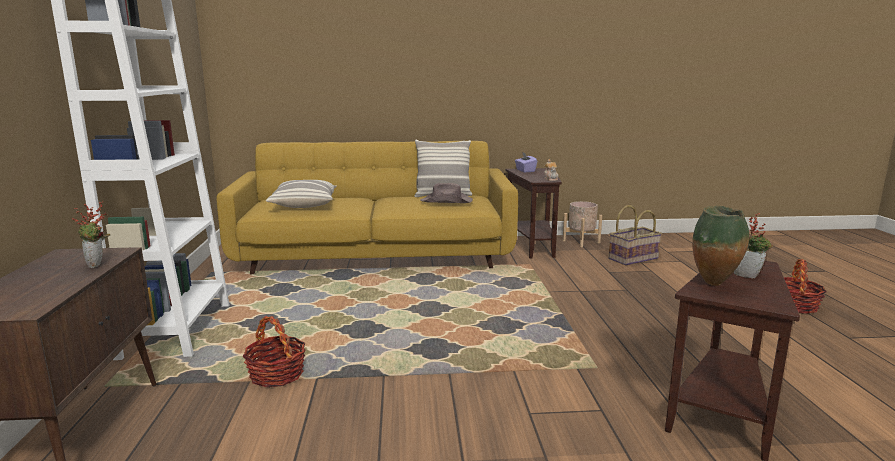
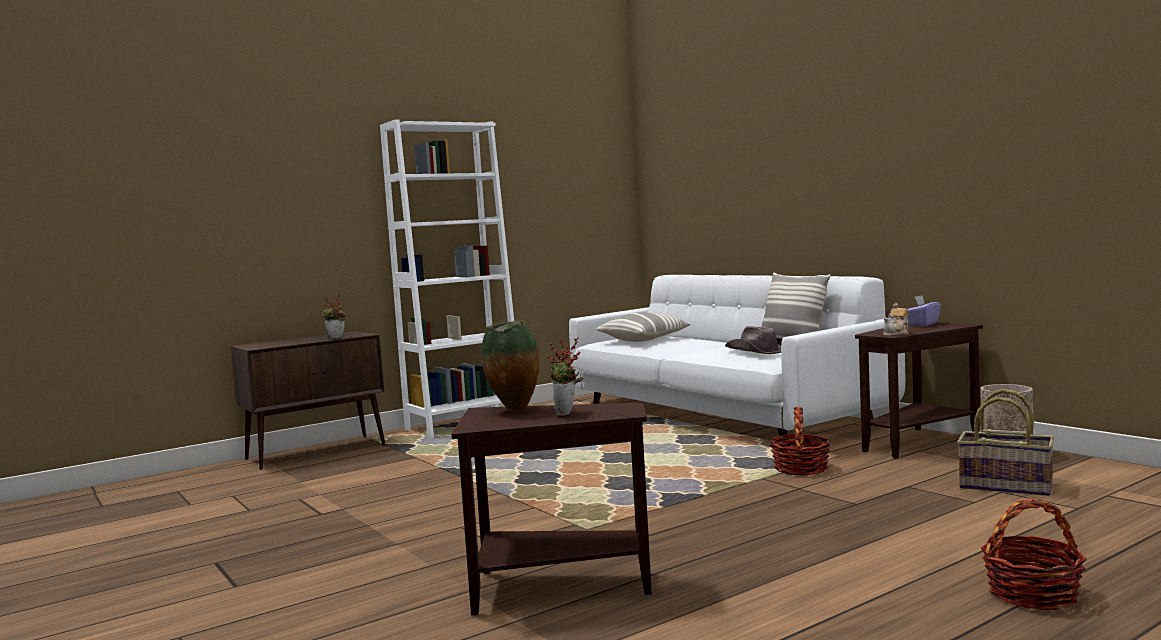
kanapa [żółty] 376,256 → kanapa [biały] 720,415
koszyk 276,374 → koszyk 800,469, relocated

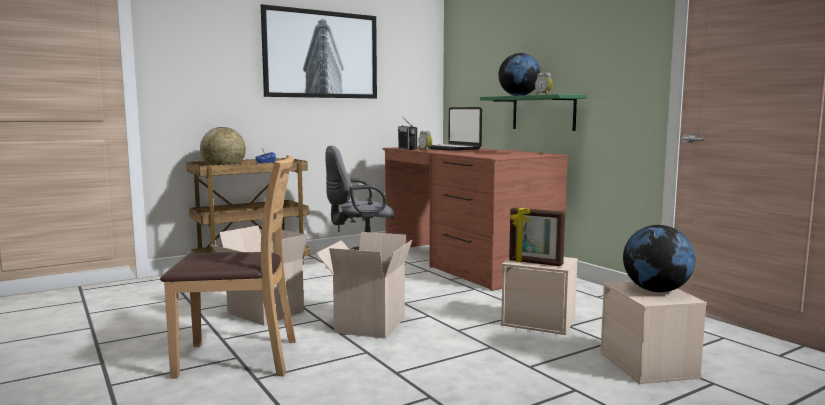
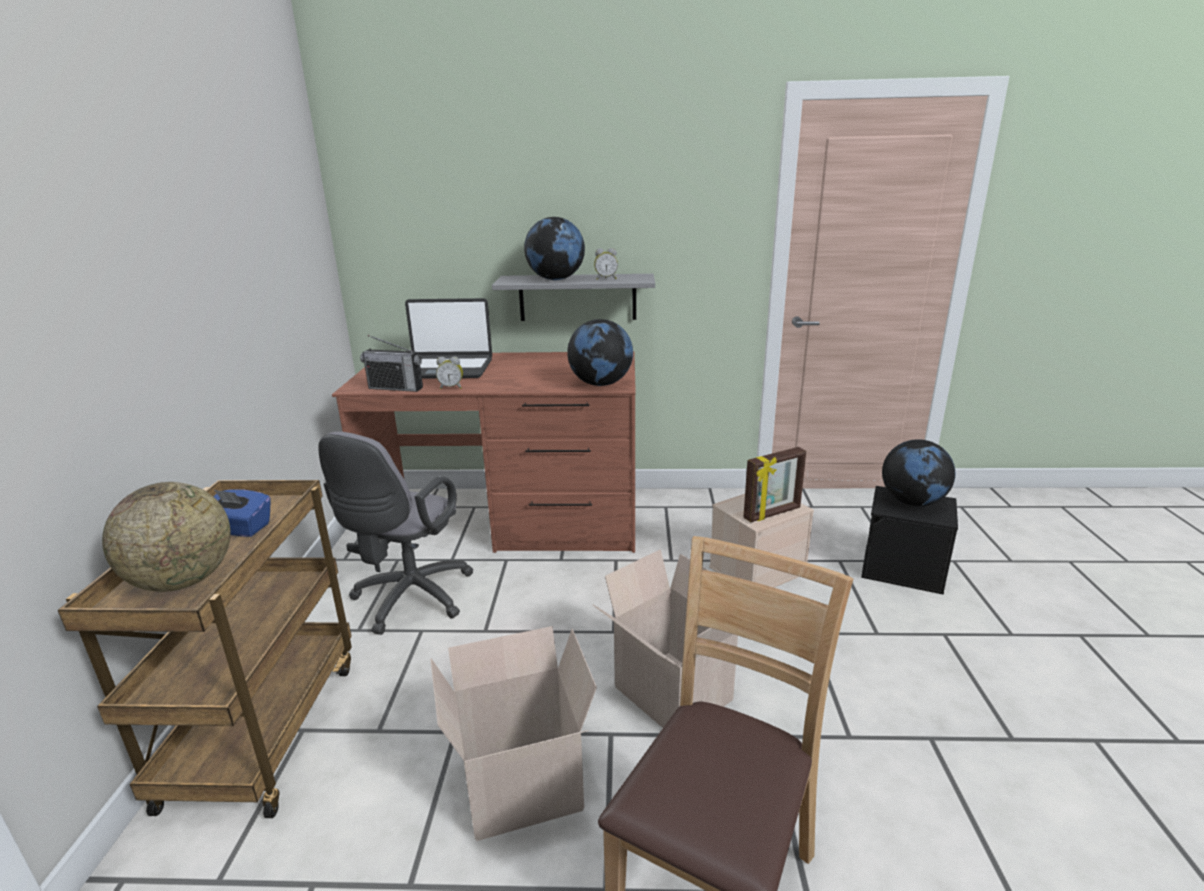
obraz 321,54 → -
półka [zielony] 543,113 → półka [szary] 577,297
pojemnik do przechowywania [beżowy] 649,365 → pojemnik do przechowywania [czarny] 904,569
- → globus 601,384

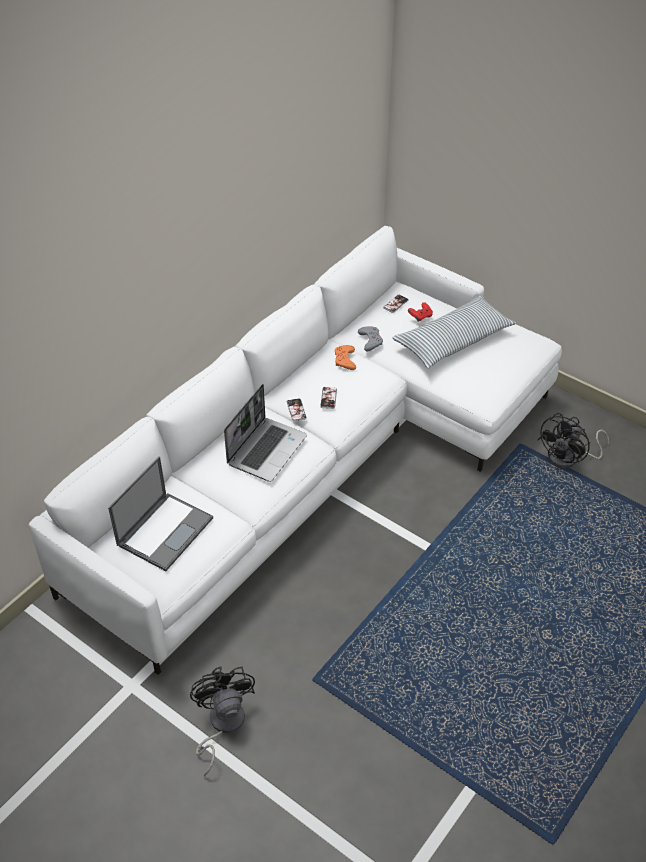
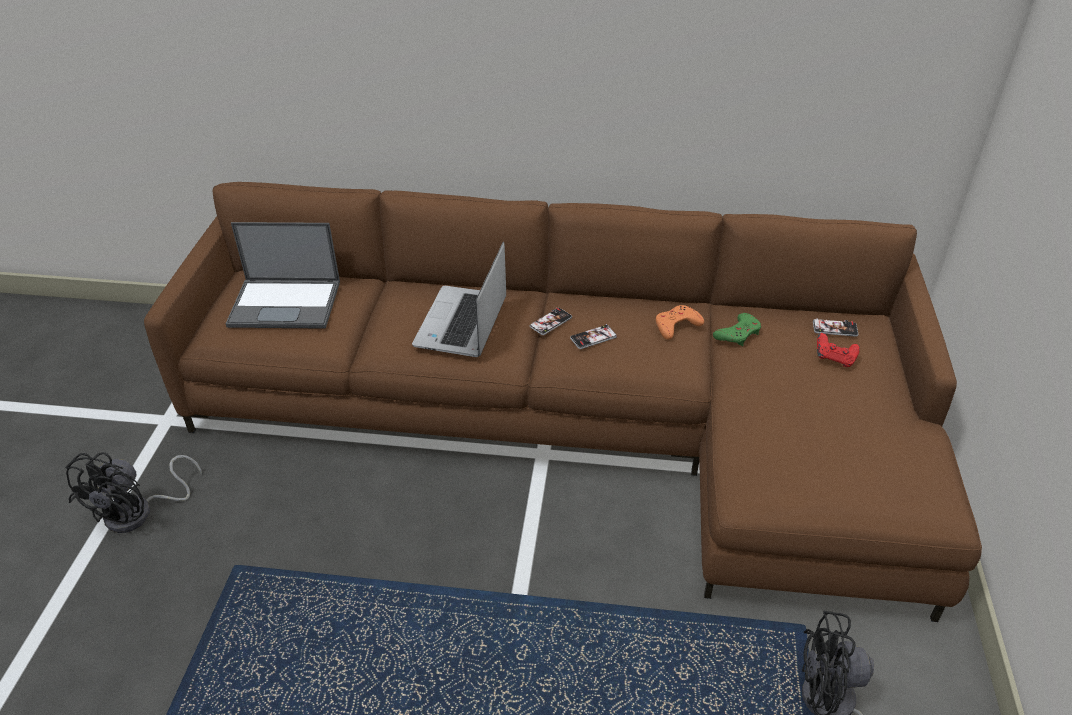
kanapa [biały] 318,460 → kanapa [brązowy] 581,423
poduszka 453,340 → -
pad do gier [szary] 370,340 → pad do gier [zielony] 738,333
laptop 266,449 → laptop 462,324, 105 degrees clockwise
wentylator [czarny] 222,725 → wentylator [czarny] 139,513, 150 degrees clockwise

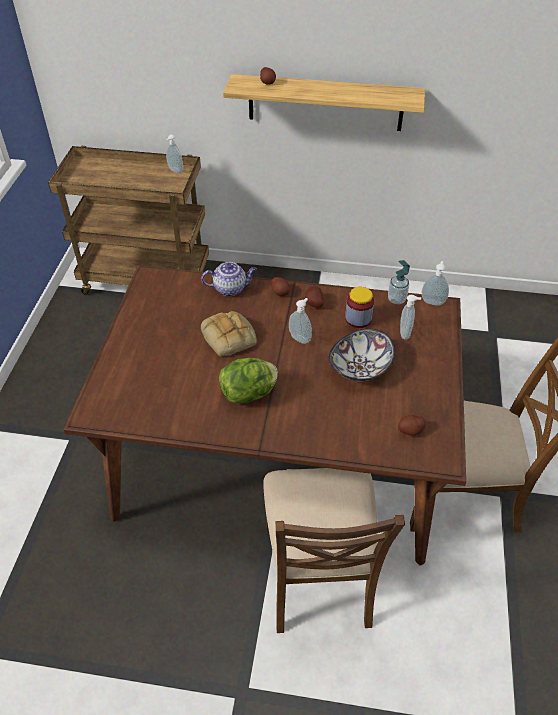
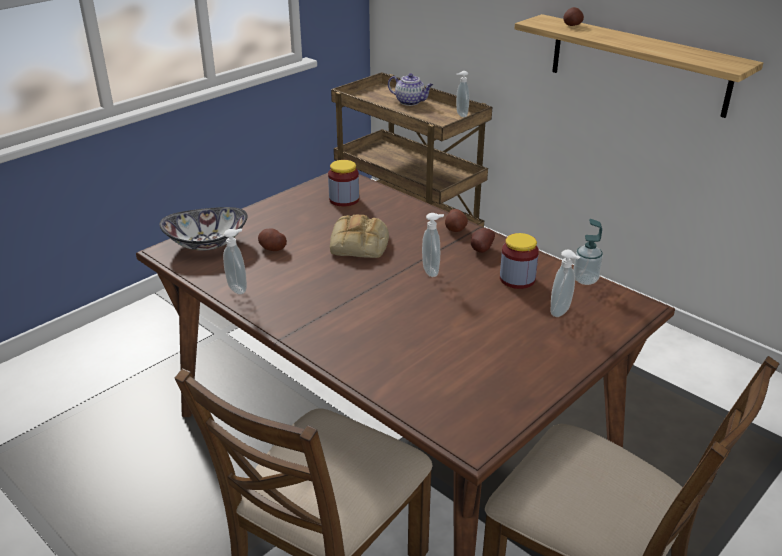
dozownik mydła 433,301 → dozownik mydła 238,288, relocated
imbryk 230,288 → imbryk 410,102, relocated
miska 359,367 → miska 207,243, relocated
sałata 249,393 → -
ziemniak 410,430 → ziemniak 272,248, relocated
- → słoik 344,199

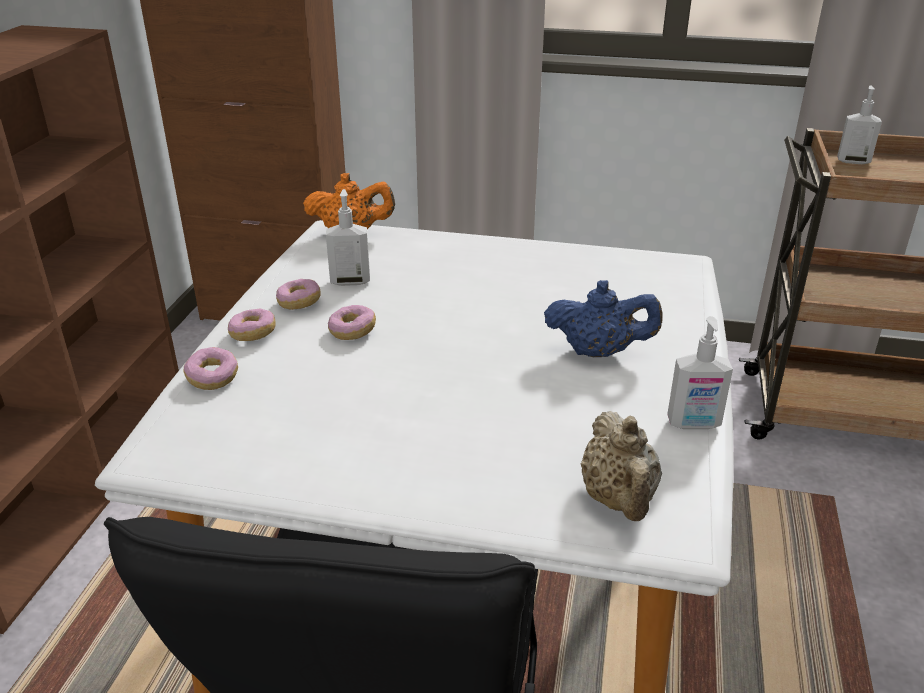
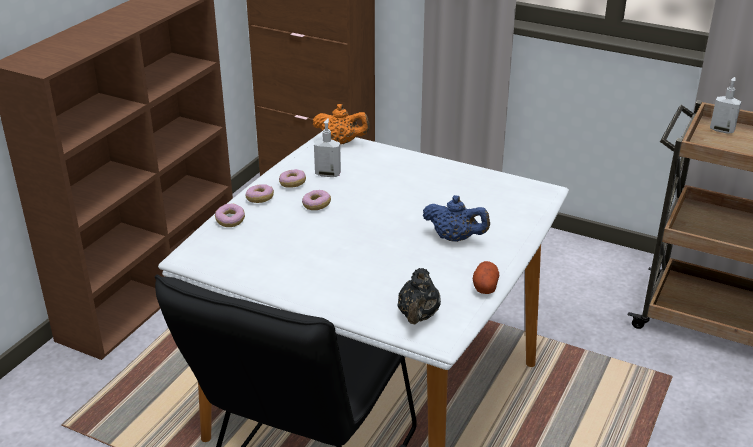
dozownik mydła 694,424 → ziemniak 485,286
imbryk [beżowy] 619,500 → imbryk [czarny] 418,316

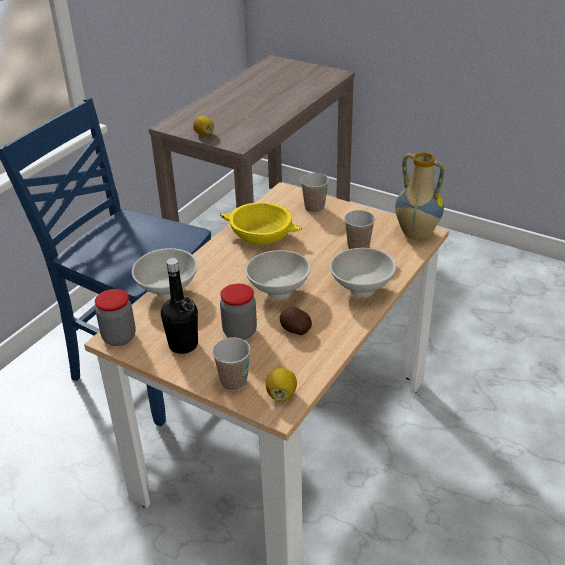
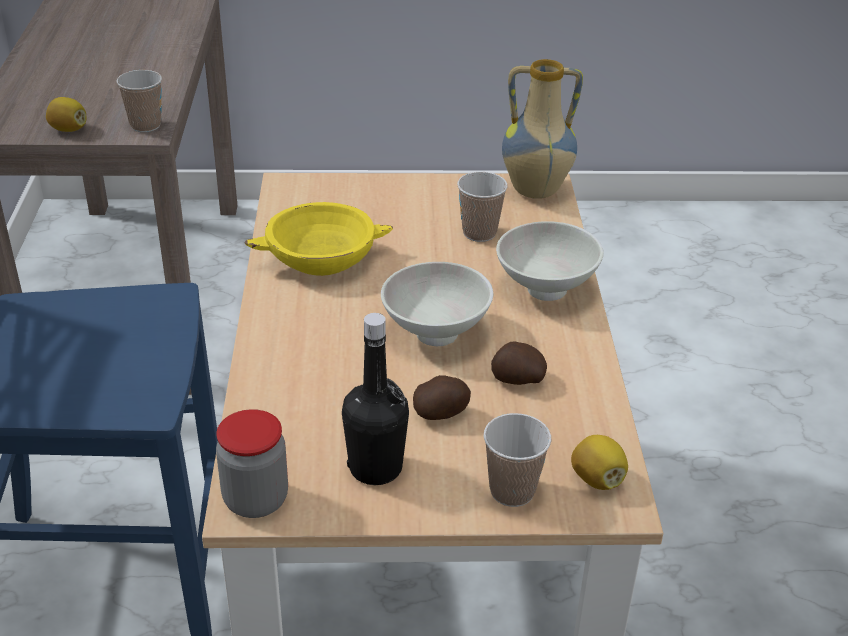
filiżanka 314,208 → filiżanka 145,125, relocated
miska [biały] 169,292 → -
słoik 240,332 → ziemniak 441,413

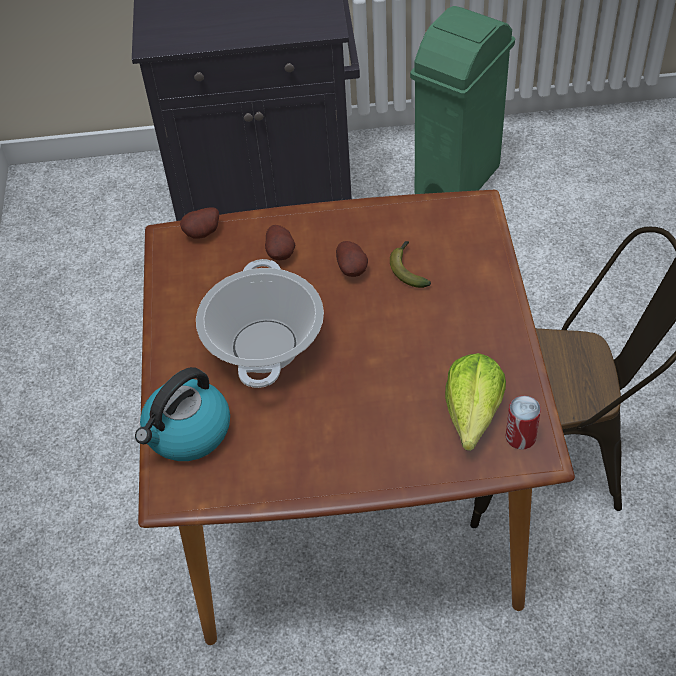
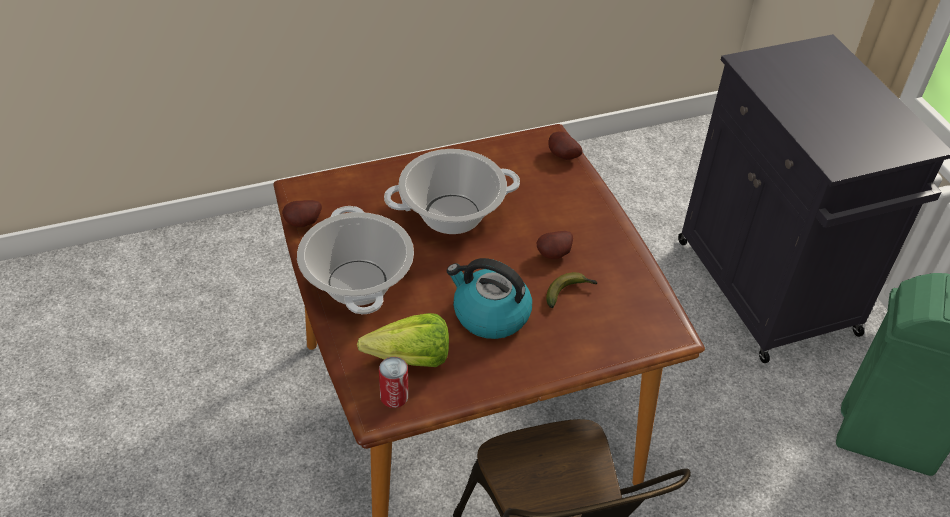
ziemniak 281,253 → ziemniak 304,223, relocated
czajnik 187,432 → czajnik 489,314, relocated
- → garnek 358,283

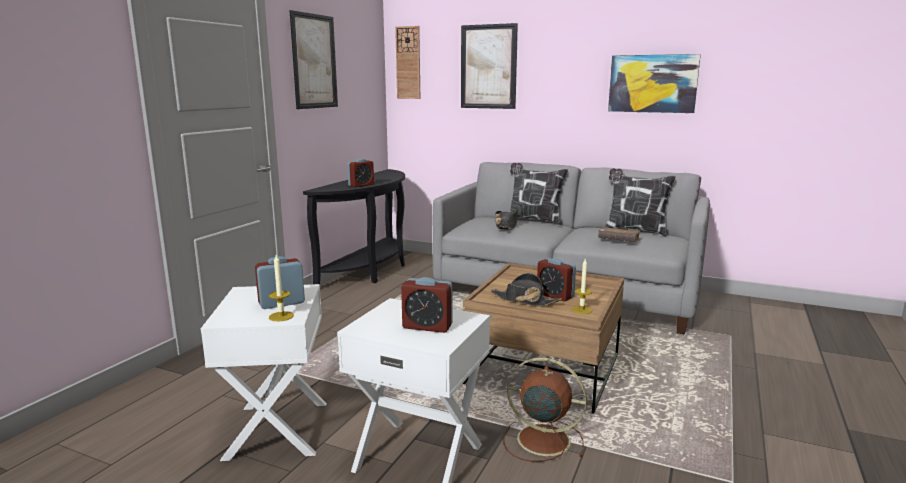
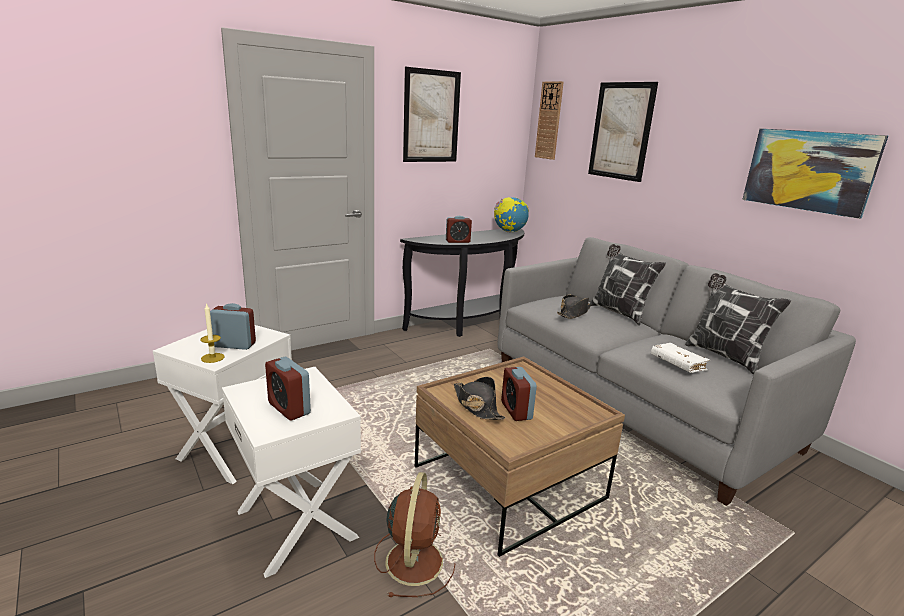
książka [brązowy] 618,240 → książka [biały] 677,364
świeca 581,310 → -
wentylator [brązowy] 541,439 → wentylator [brązowy] 415,559, 45 degrees clockwise
- → globus 509,232

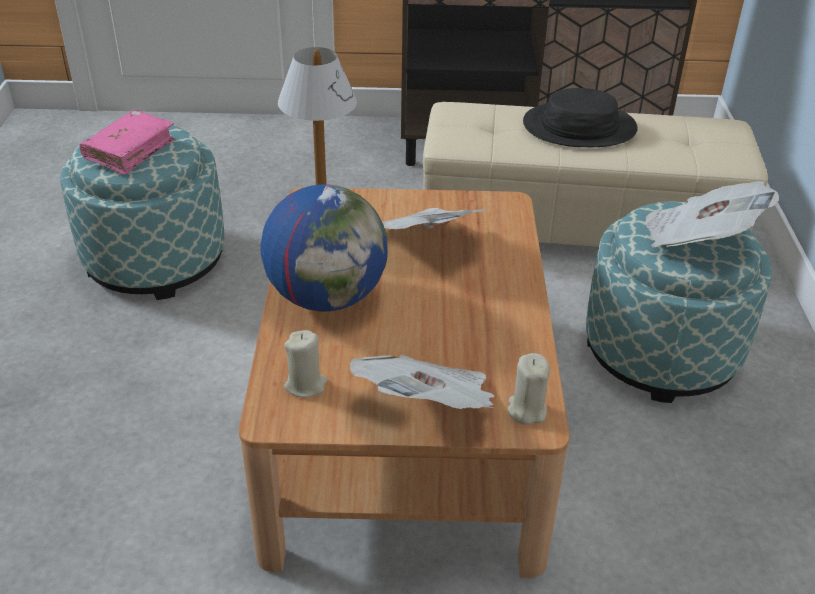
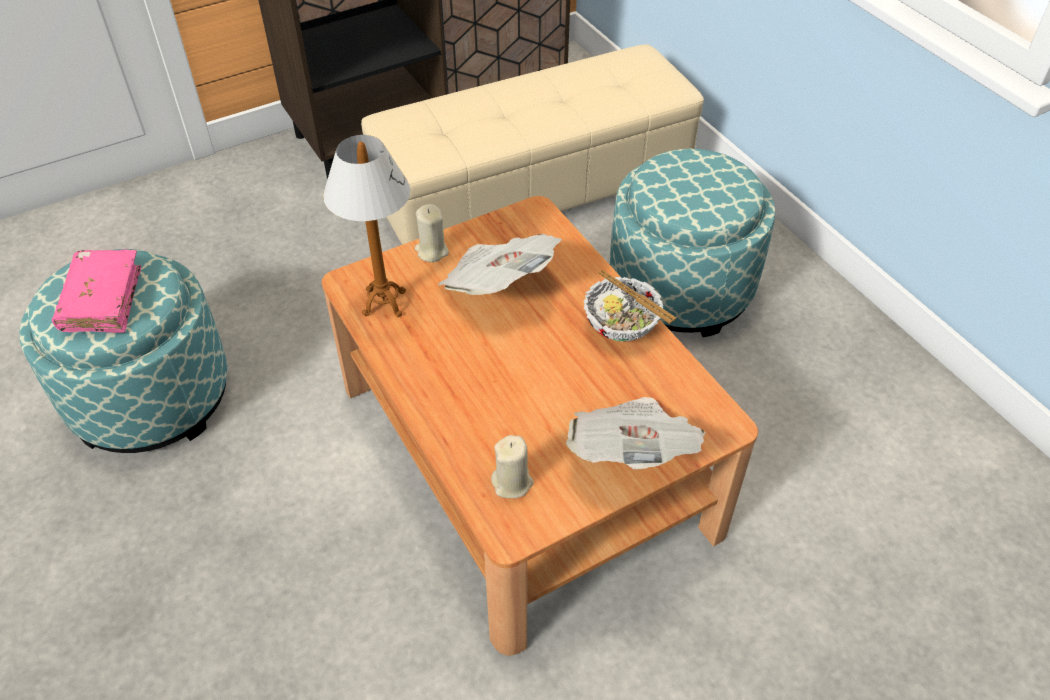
kapelusz [czarny] 579,127 → -
gazeta 698,240 → -
globus 327,297 → -
świeca [beżowy] 526,410 → świeca [beżowy] 431,251, relocated
- → miska 621,326

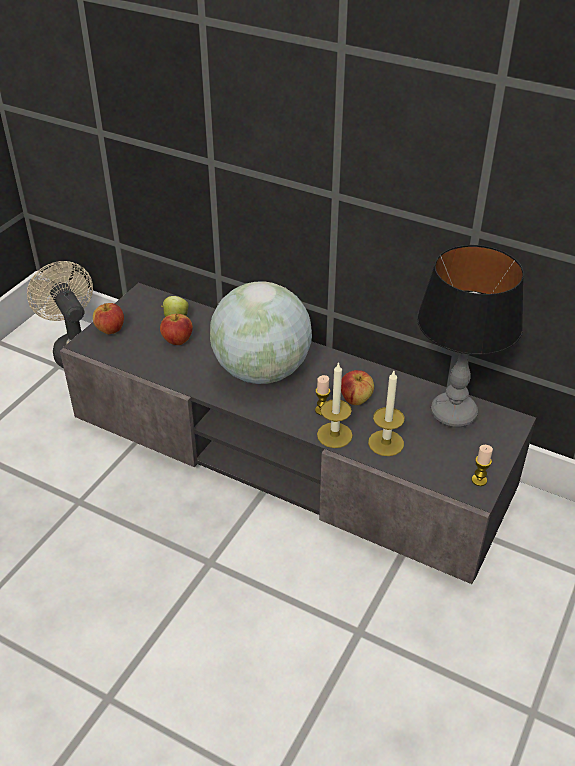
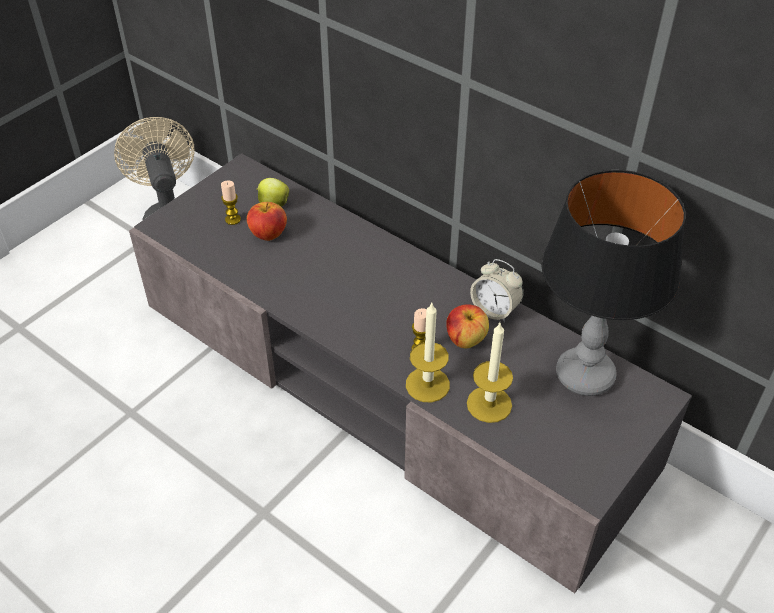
globus 261,371 → -
jabłko 110,330 → -
świeca 479,480 → świeca 233,219, relocated
- → budzik 494,310

